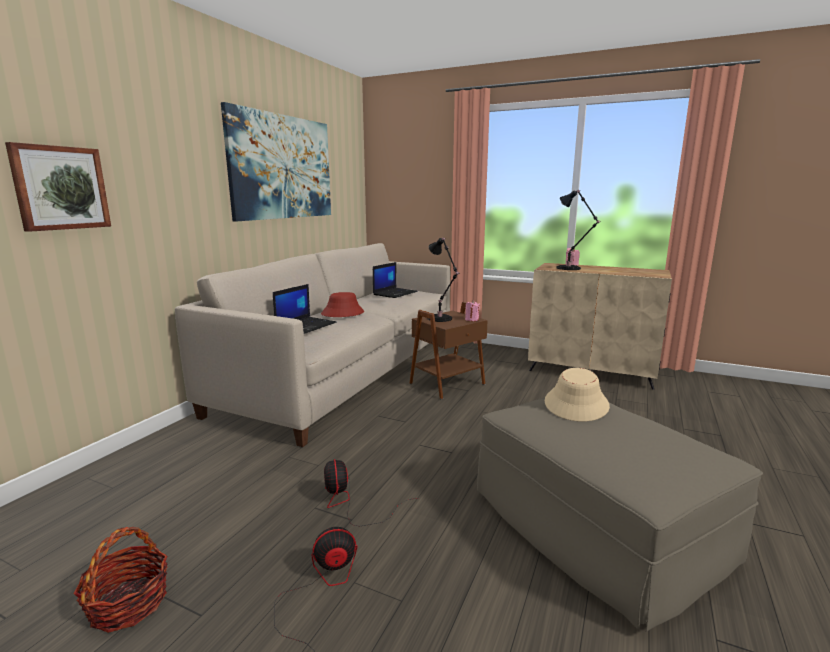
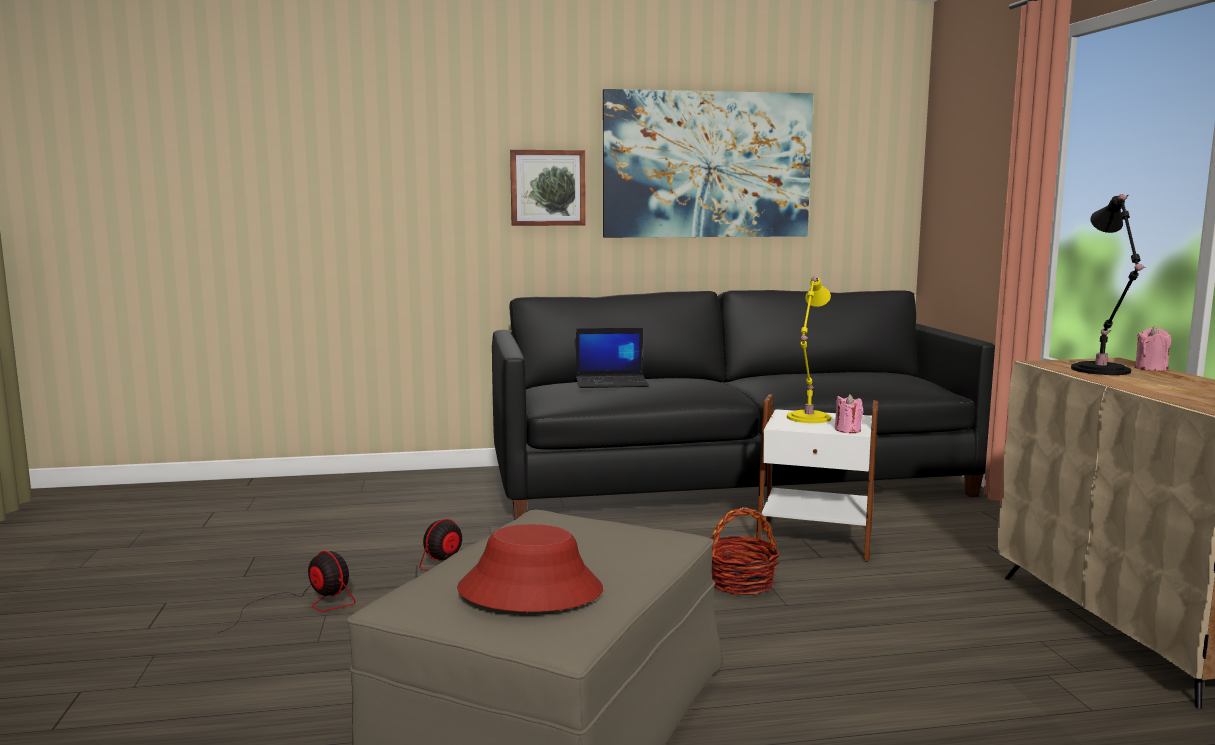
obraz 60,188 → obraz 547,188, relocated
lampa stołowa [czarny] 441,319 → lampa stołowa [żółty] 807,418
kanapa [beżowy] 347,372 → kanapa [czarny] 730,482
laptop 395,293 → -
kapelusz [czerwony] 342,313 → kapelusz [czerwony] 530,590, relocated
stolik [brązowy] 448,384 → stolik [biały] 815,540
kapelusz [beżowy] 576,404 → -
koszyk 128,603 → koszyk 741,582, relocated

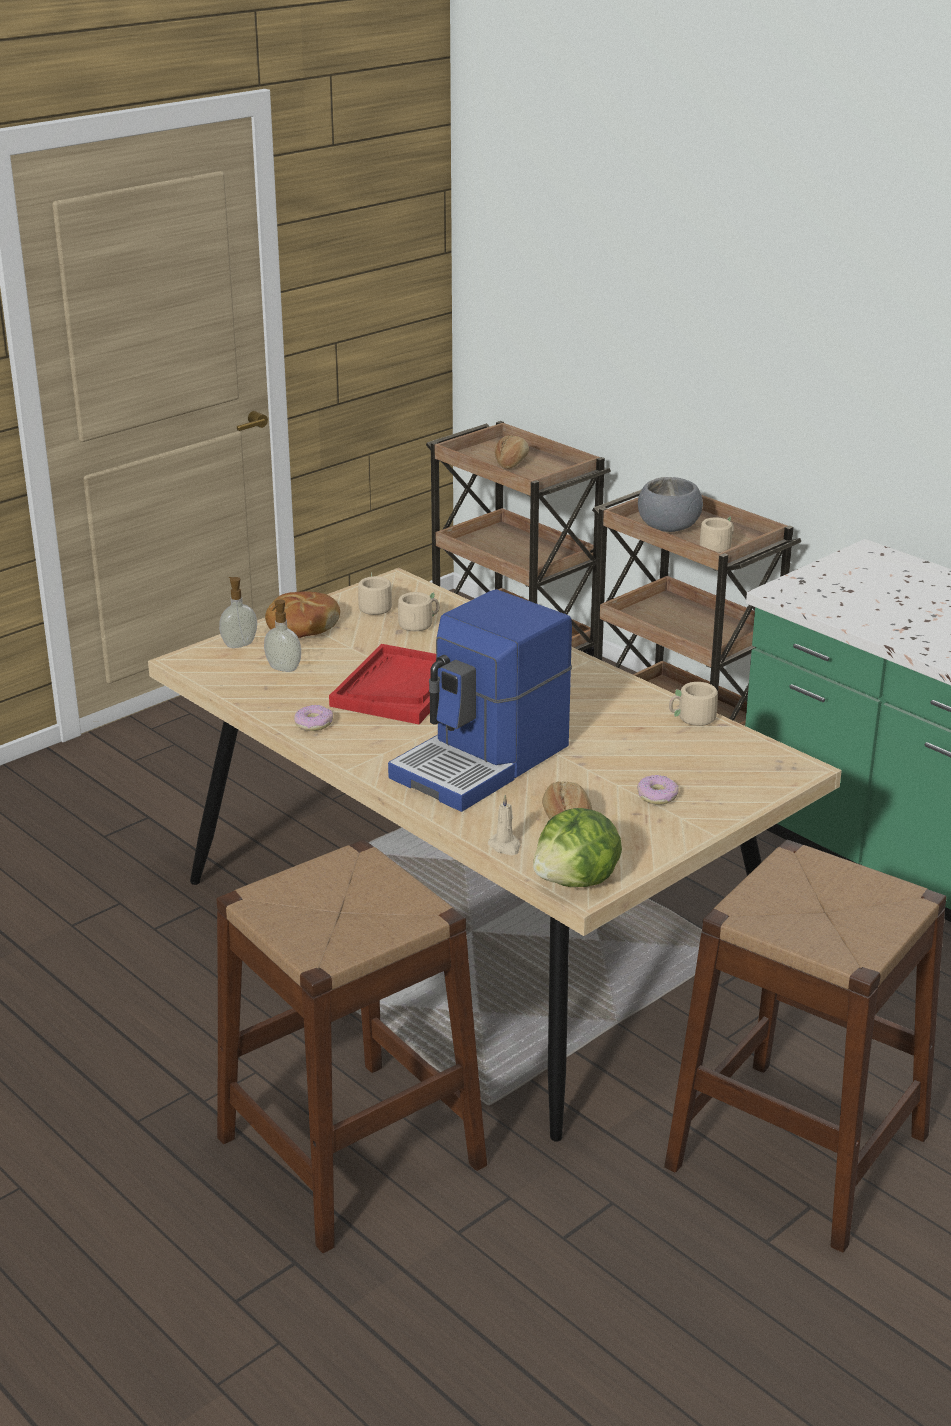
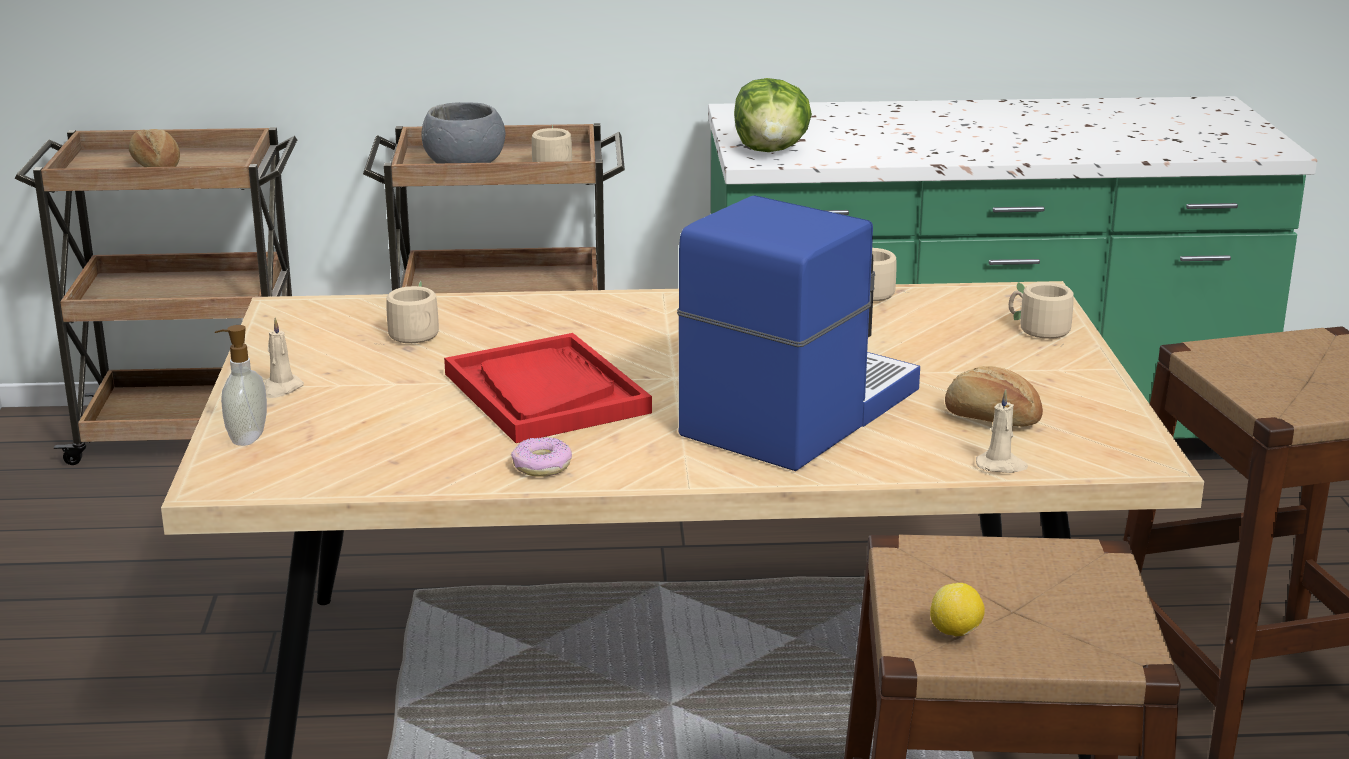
kubek [beżowy] 372,607 → kubek [beżowy] 1037,331, relocated
ekspres do kawy 483,762 → ekspres do kawy 796,412, 135 degrees counterclockwise
chleb 302,626 → świeca [beżowy] 280,389
dozownik mydła 283,669 → -
donut 657,796 → -
sałata 577,881 → sałata 771,150, relocated
- → cytryna 955,633

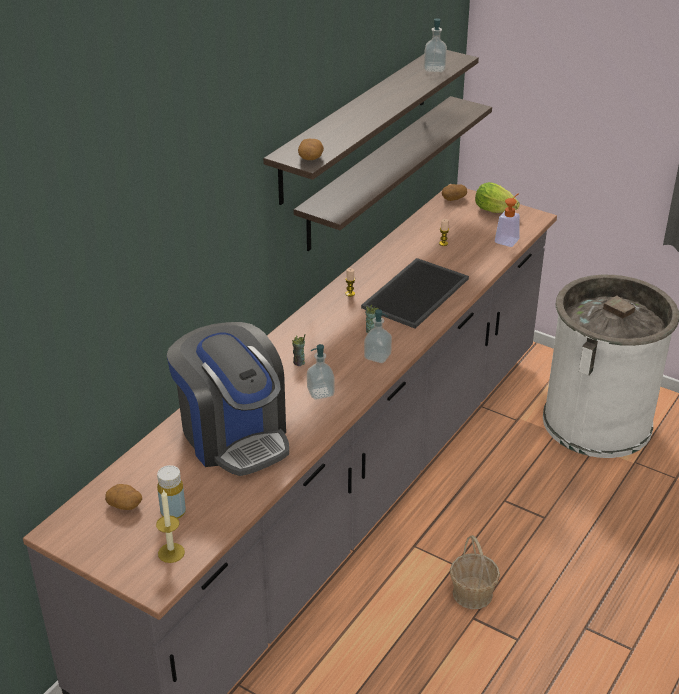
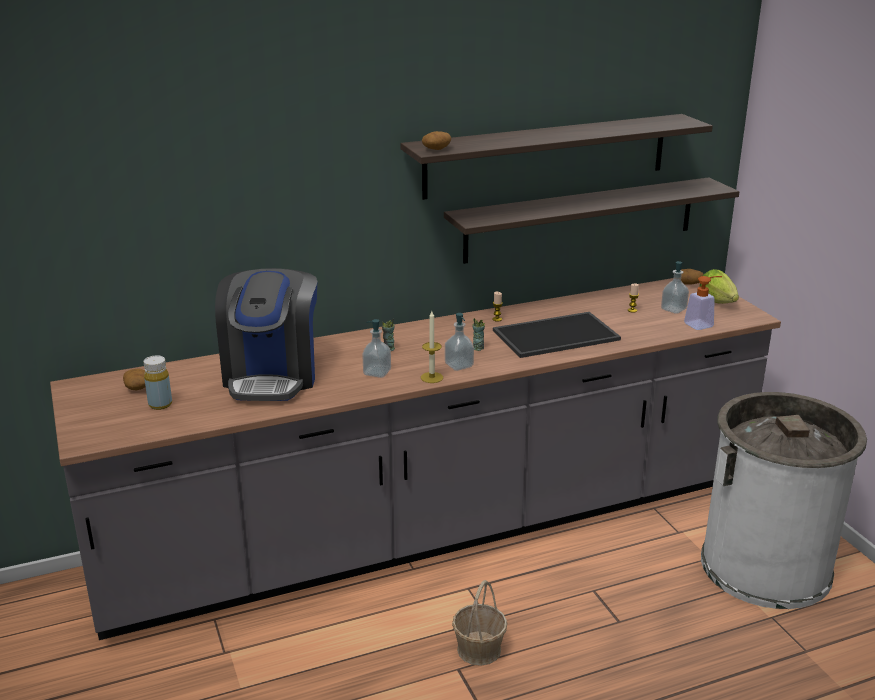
dozownik mydła 434,69 → dozownik mydła 673,309, relocated
świeca 171,553 → świeca 432,377, relocated

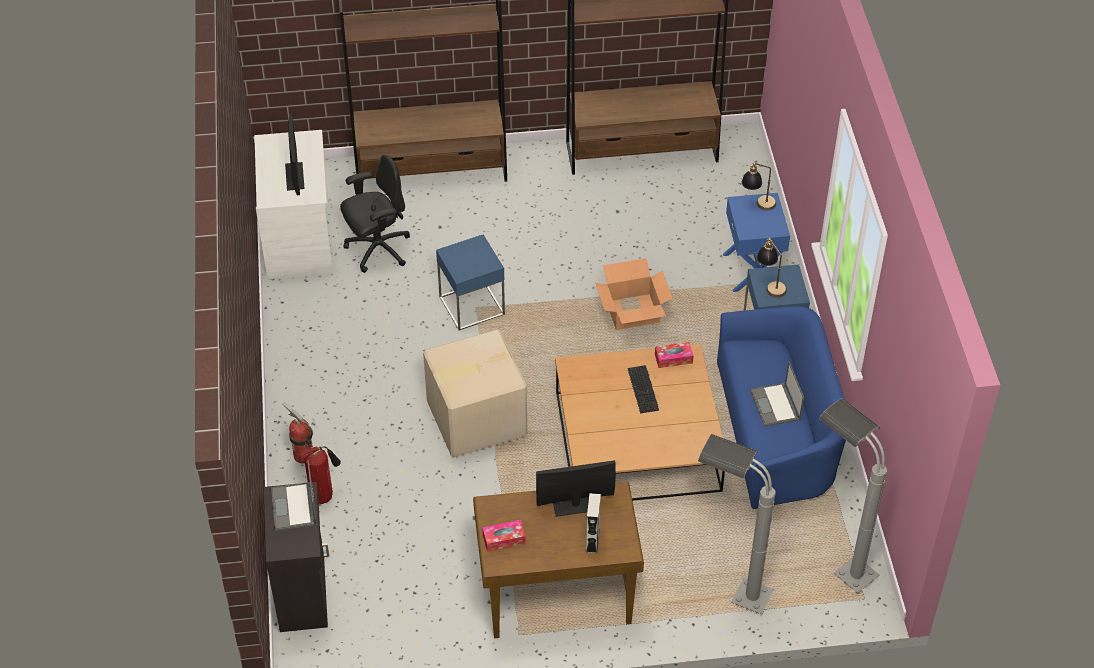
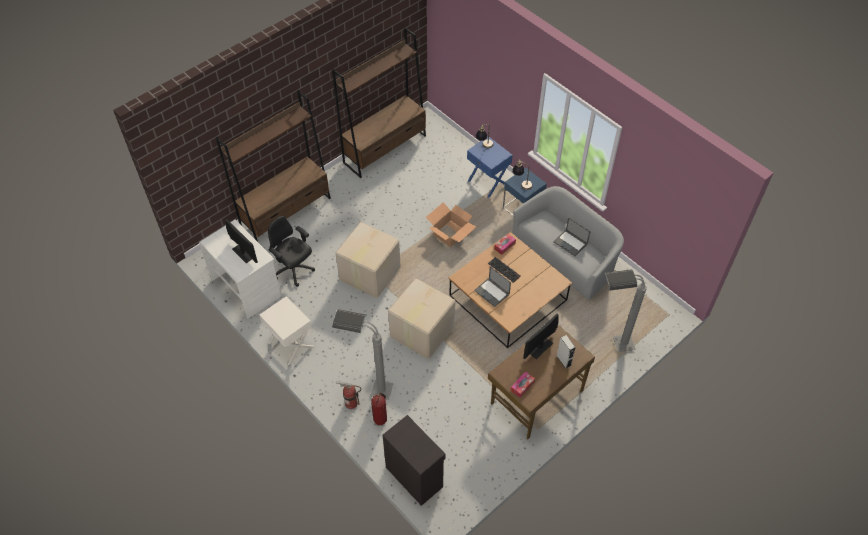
krzesło biurowe [czarny] 377,249 → krzesło biurowe [czarny] 294,270, 75 degrees counterclockwise
stolik [niebieski] 471,305 → karton 369,273
kanapa [niebieski] 777,432 → kanapa [szary] 566,256
lampa stojąca [szary] 837,562 → lampa stojąca [szary] 368,388, relocated
laptop 294,507 → laptop 492,292, relocated
- → szafka nocna [biały] 290,345

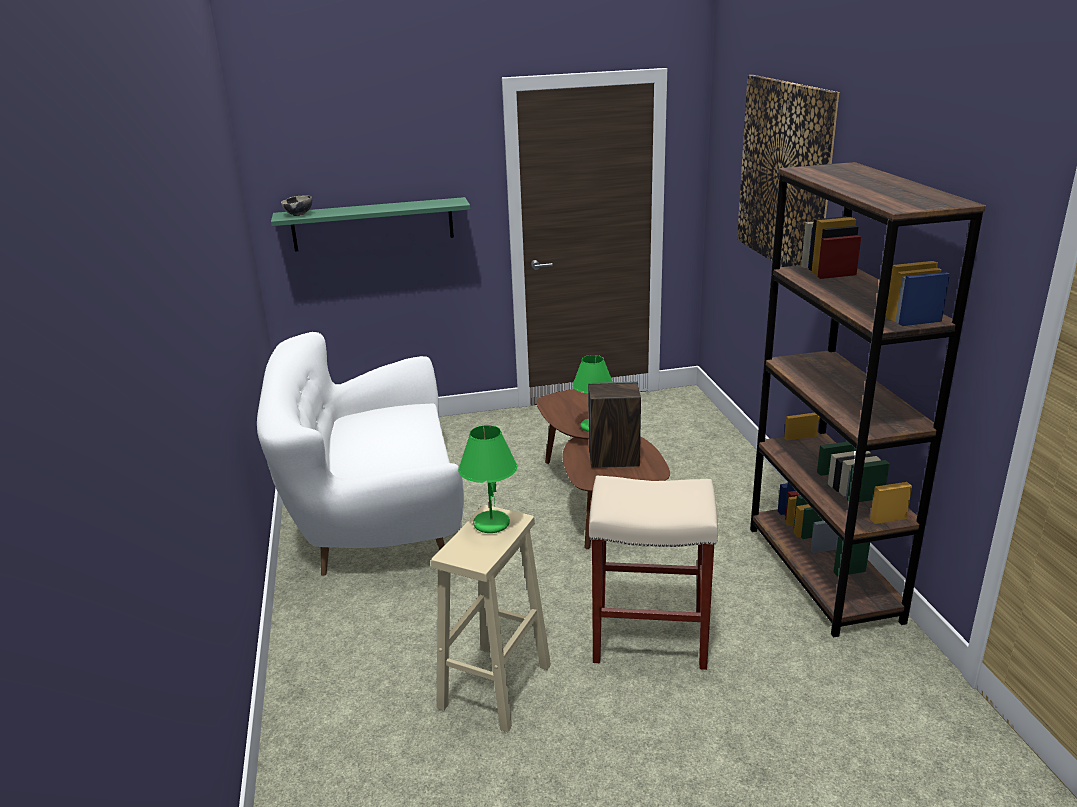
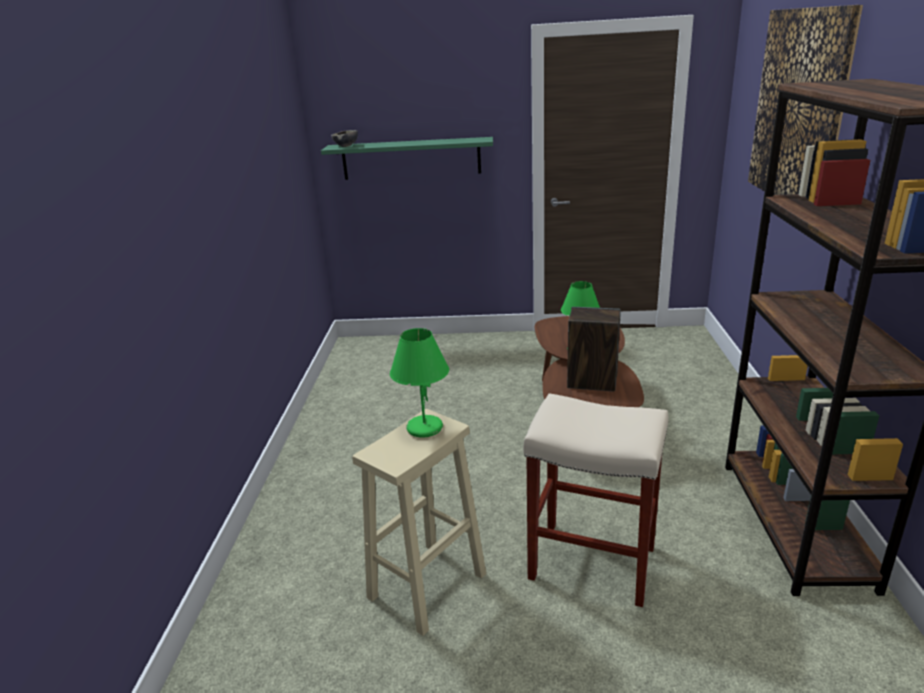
kanapa [biały] 373,516 → -

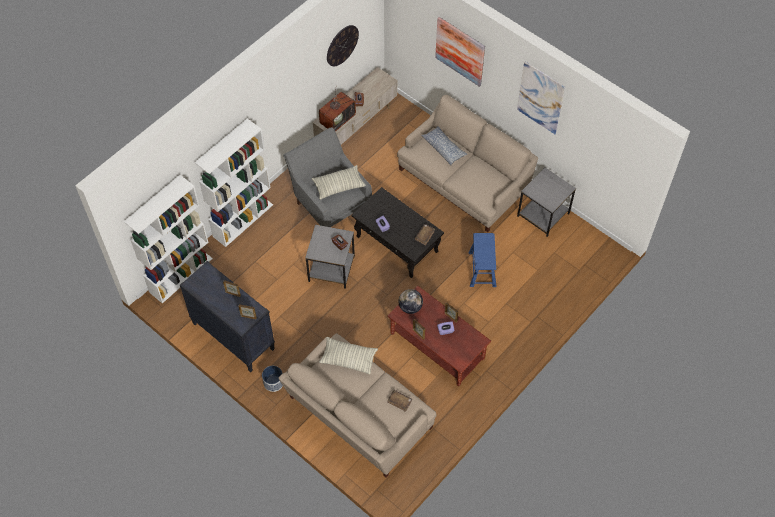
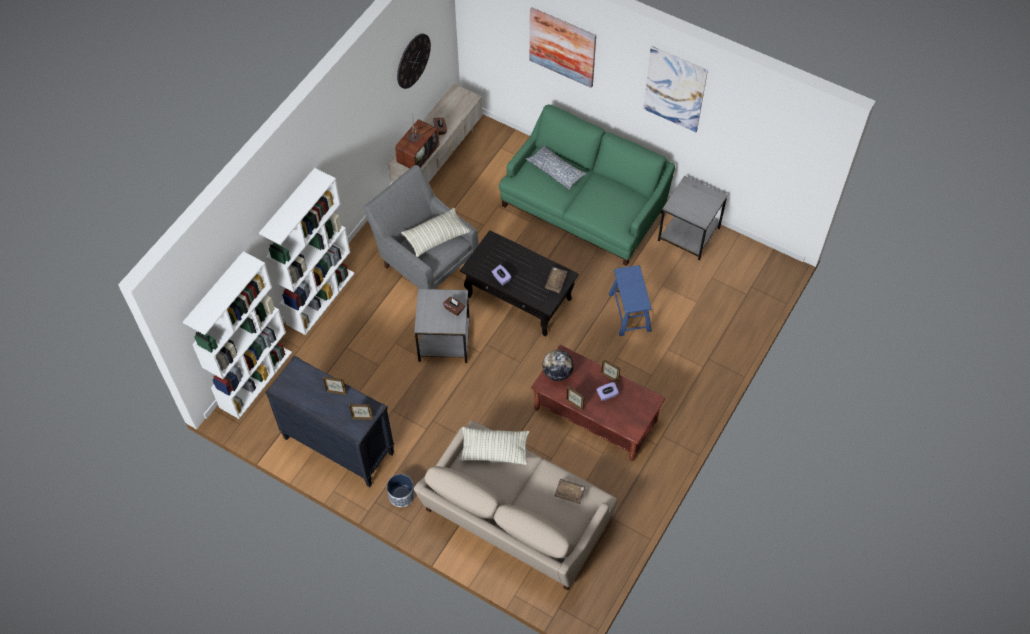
kanapa [beżowy] 464,179 → kanapa [zielony] 584,205

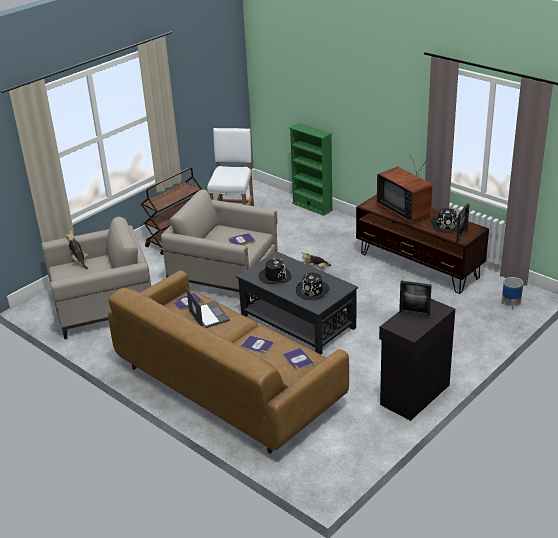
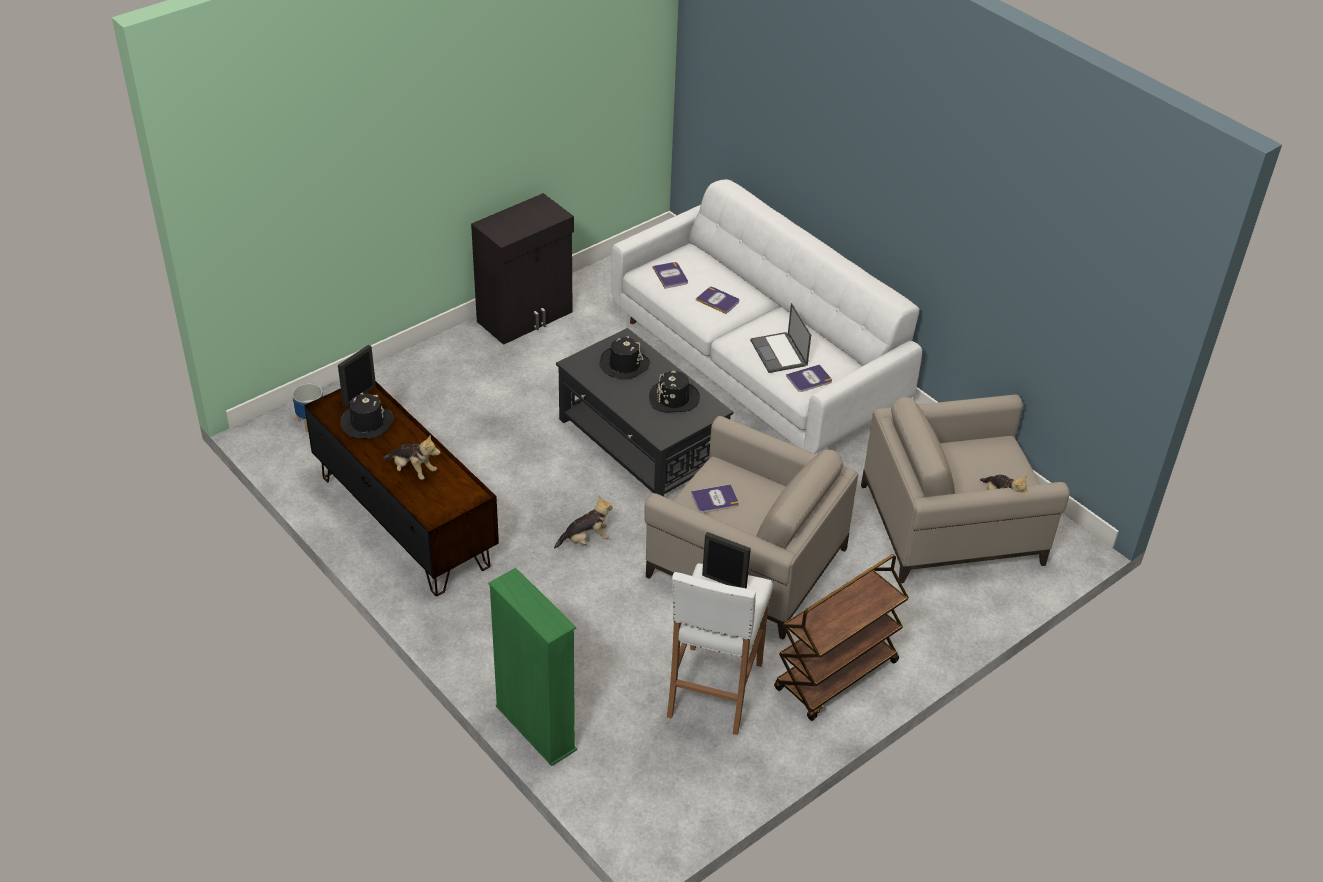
telewizor 406,210 → pluszak 413,470
kanapa [brązowy] 226,385 → kanapa [biały] 757,363
ramka na zdjęcie 414,314 → ramka na zdjęcie 724,582, relocated

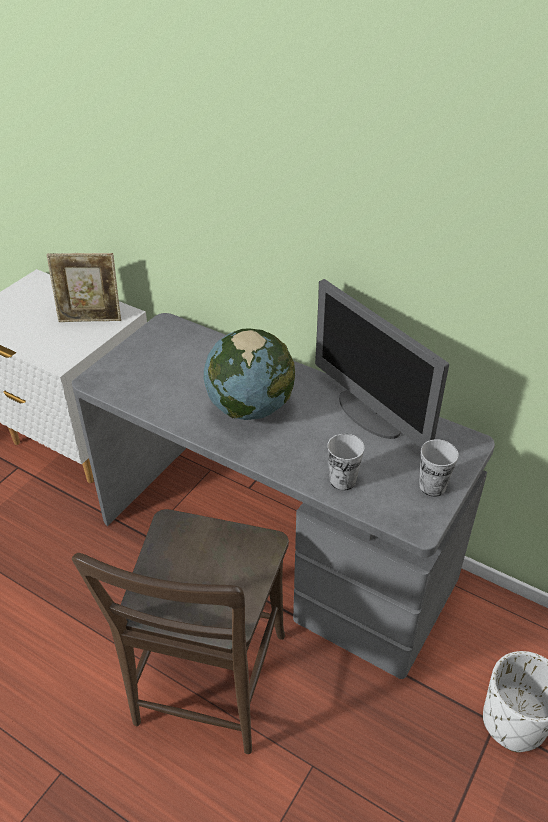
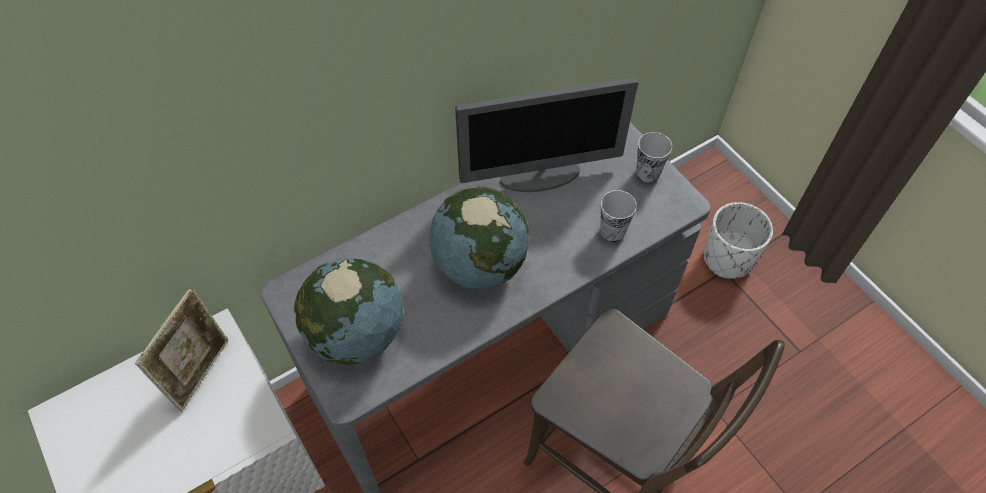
- → globus 356,335

